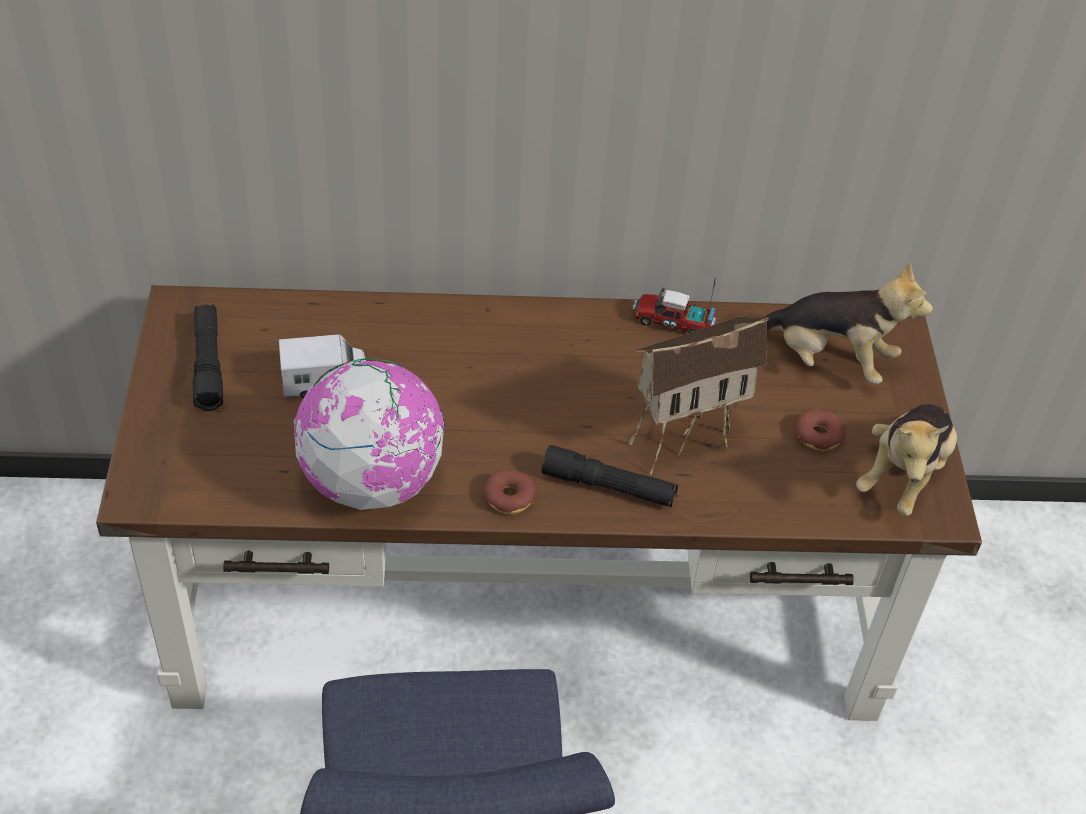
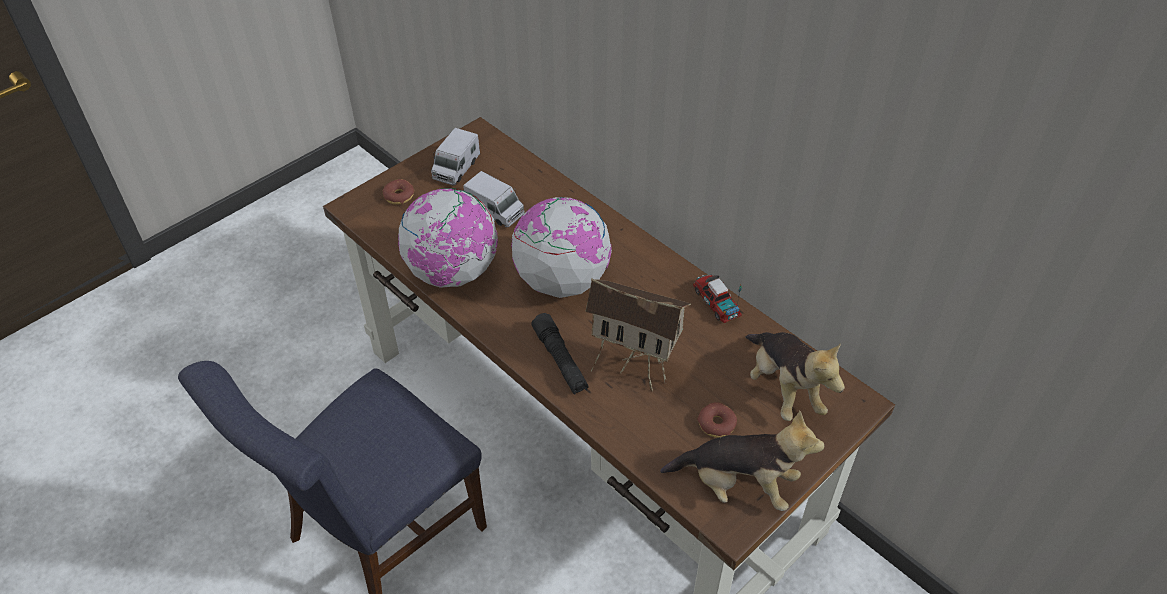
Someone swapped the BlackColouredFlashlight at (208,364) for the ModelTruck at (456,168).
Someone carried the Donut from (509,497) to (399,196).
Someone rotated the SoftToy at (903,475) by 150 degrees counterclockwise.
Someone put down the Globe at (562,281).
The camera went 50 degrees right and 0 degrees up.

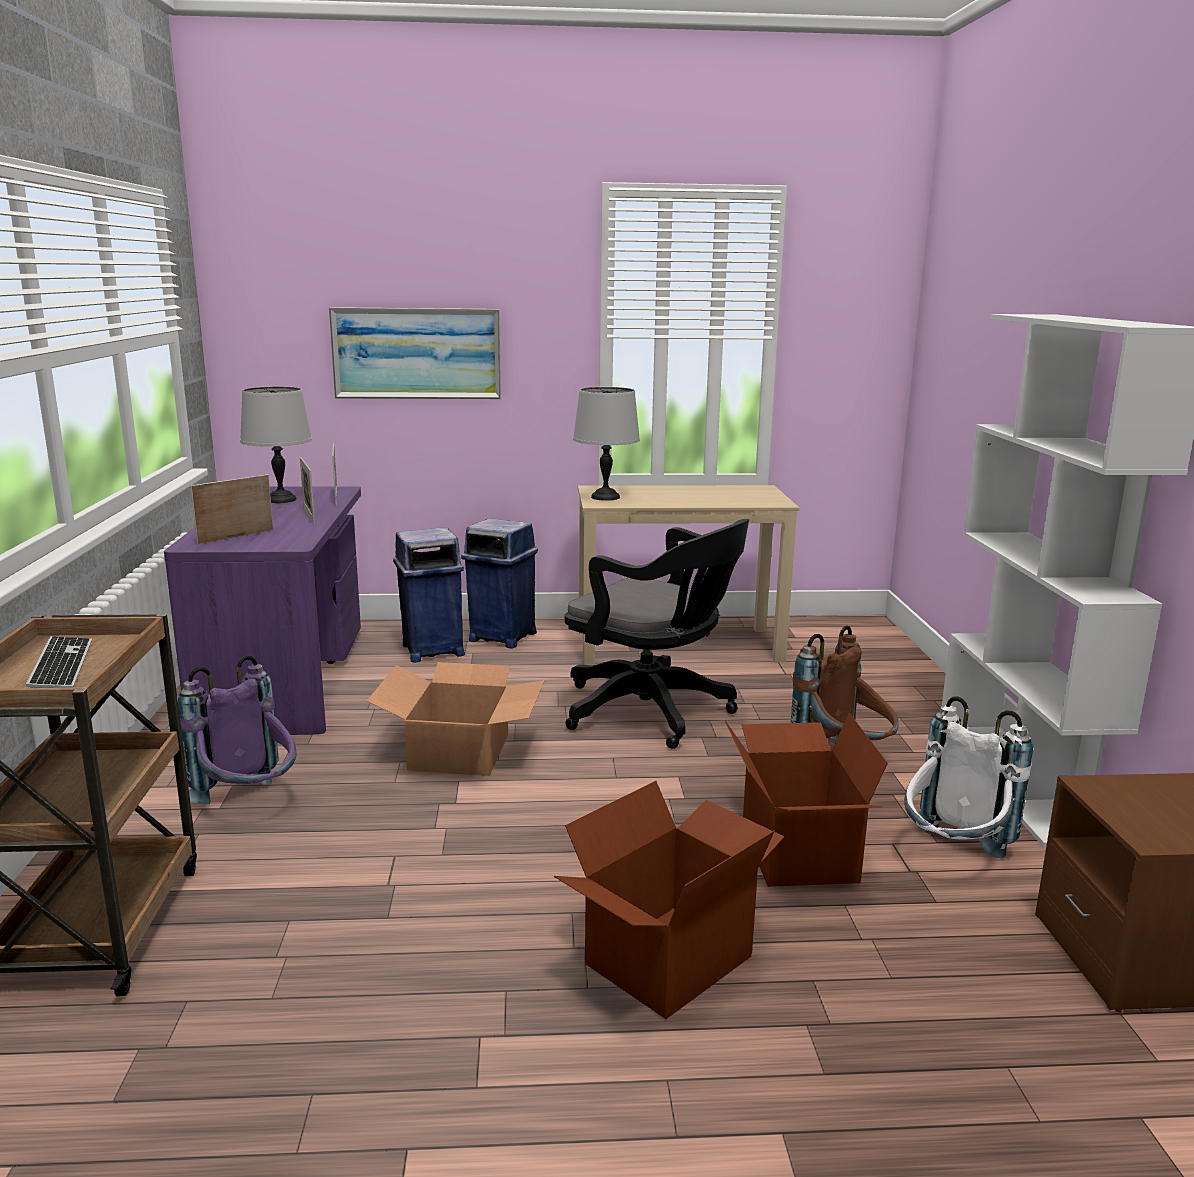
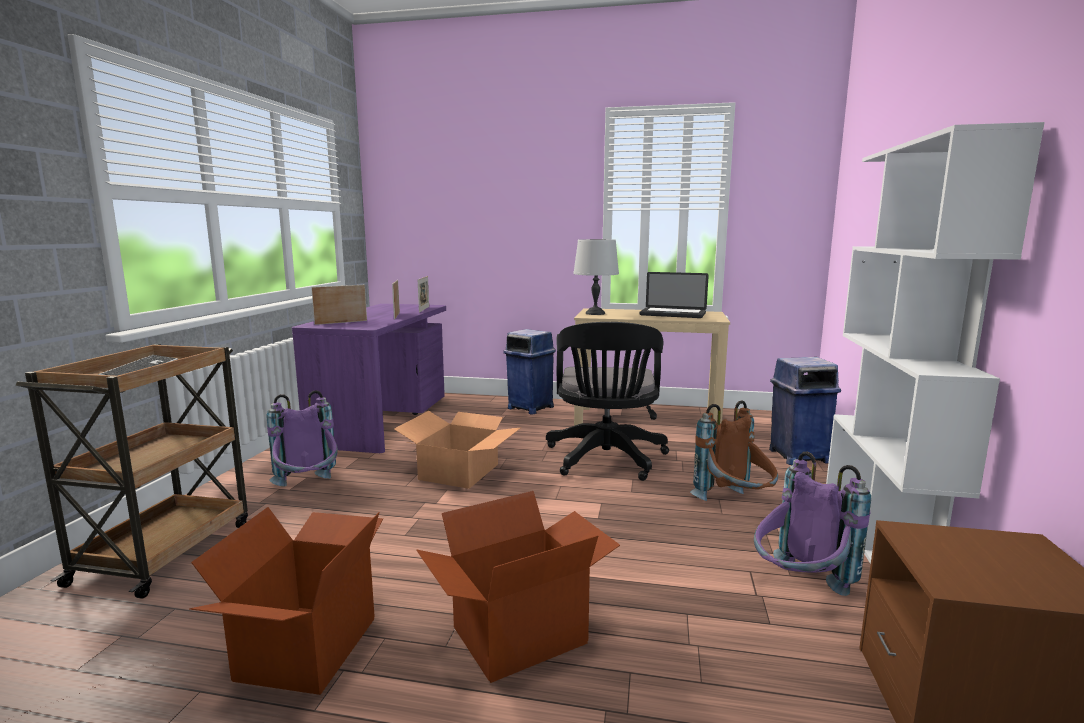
Someone took away the GrayTableLamp at (281,499).
Someone took away the WallPicture at (417,353).
Someone carried the BlueRubbishBin from (431,650) to (797,456).
Someone rotated the BlackColouredOfficeChair at (653,713) by 45 degrees clockwise.
Someone carried the PackingBox from (795,853) to (306,647).
Someone repainted the WhiteRucksack at (952,857), which became the PurpleRucksack at (798,589).
Someone put down the Laptop at (672,314).
The camera went 15 degrees right and 5 degrees down.

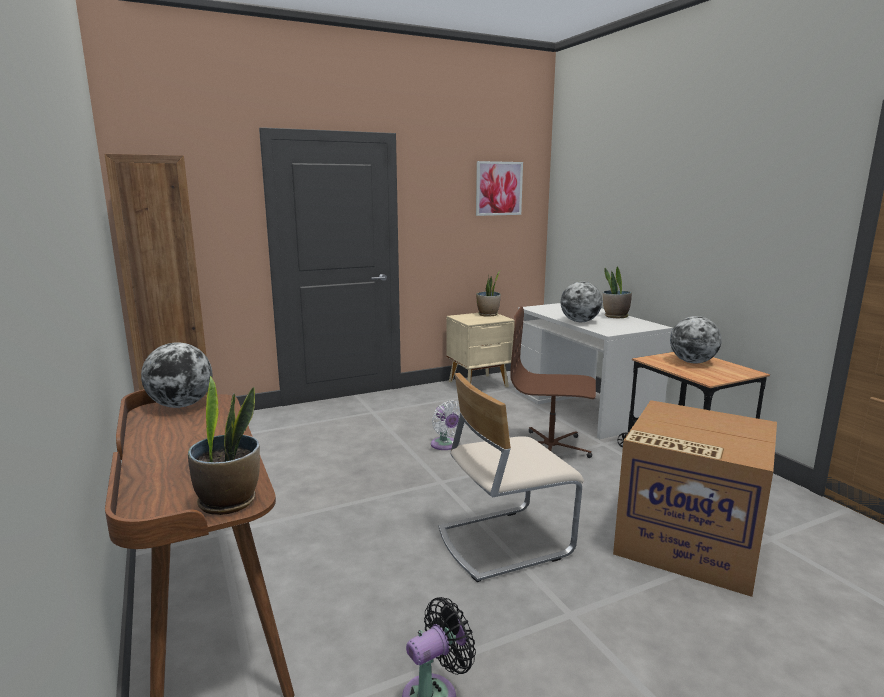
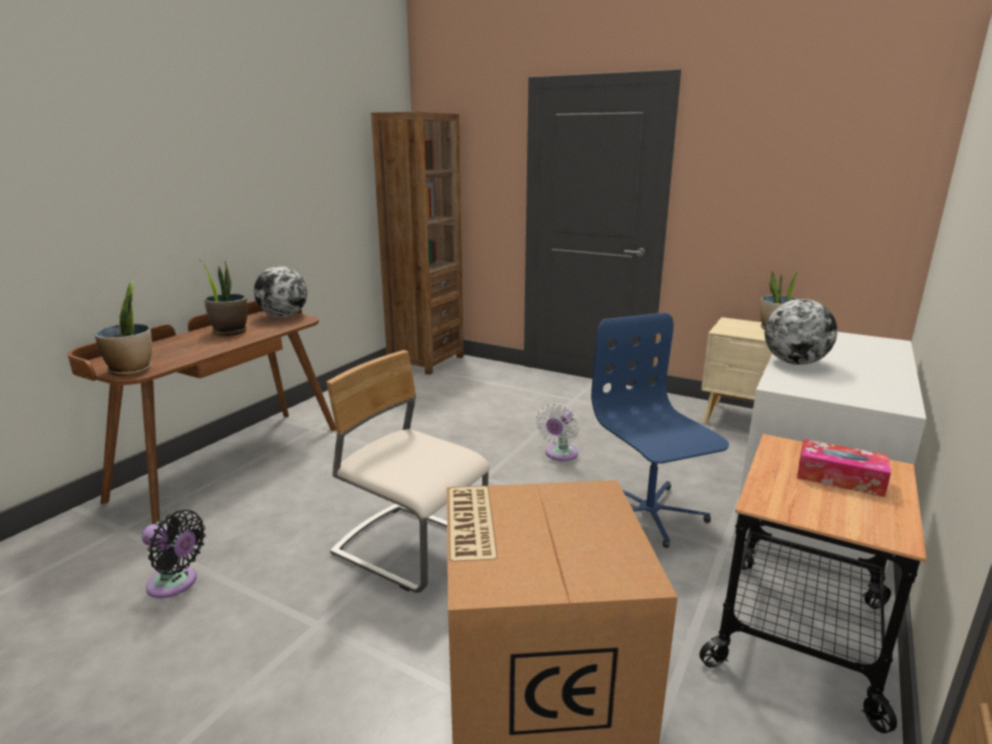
Someone took away the WallPicture at (498,188).
Someone repainted the BrownOfficeChair at (551,448), which became the BlueOfficeChair at (648,514).
Someone carried the Houseplant from (615,316) to (230,332).
Someone swapped the Globe at (692,362) for the BoxOfTissues at (839,478).
The camera went 55 degrees right and 5 degrees up.

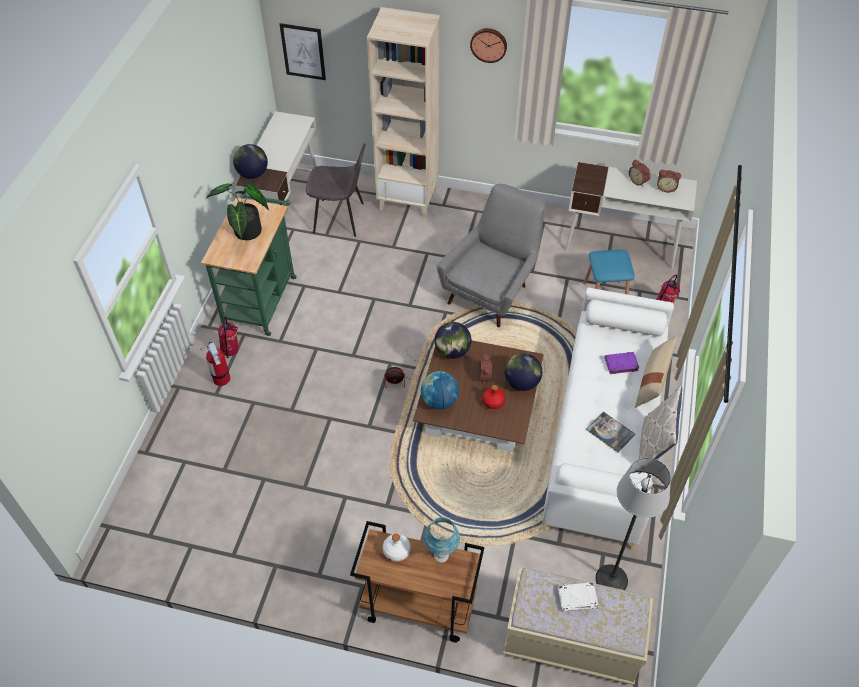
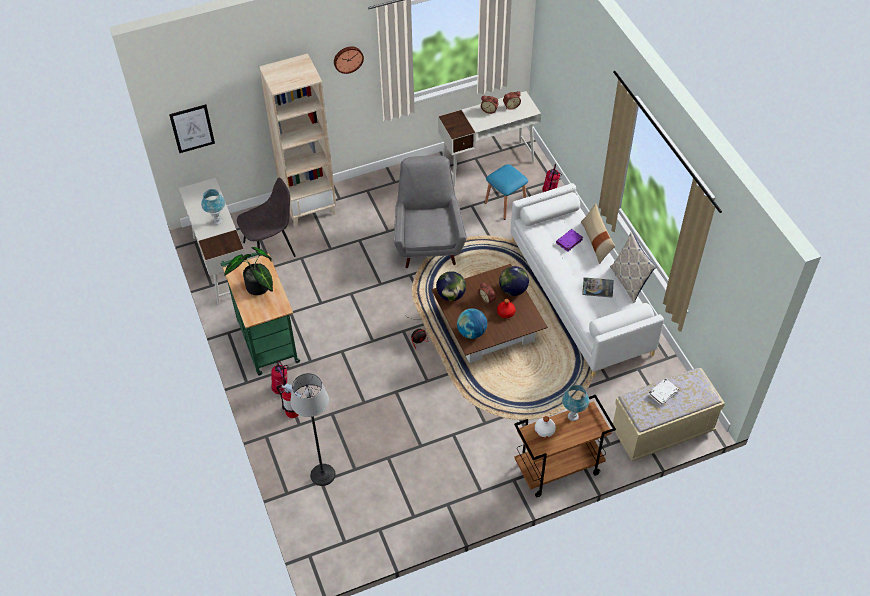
Someone took away the Globe at (252,174).
Someone carried the StandardLamp from (611,579) to (323,475).
Someone put down the BlueTableLamp at (217,221).
The camera went 35 degrees left and 0 degrees up.

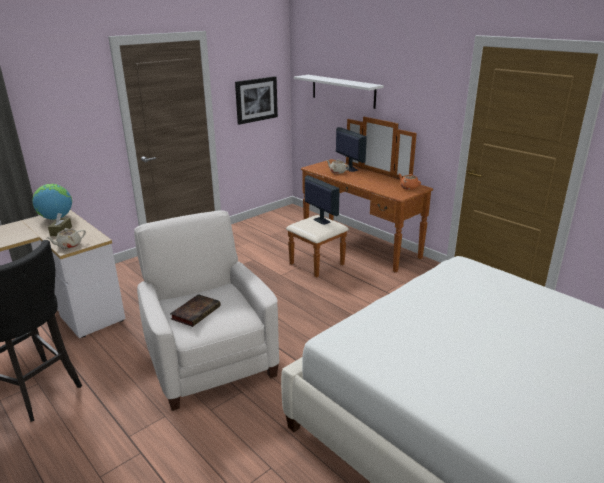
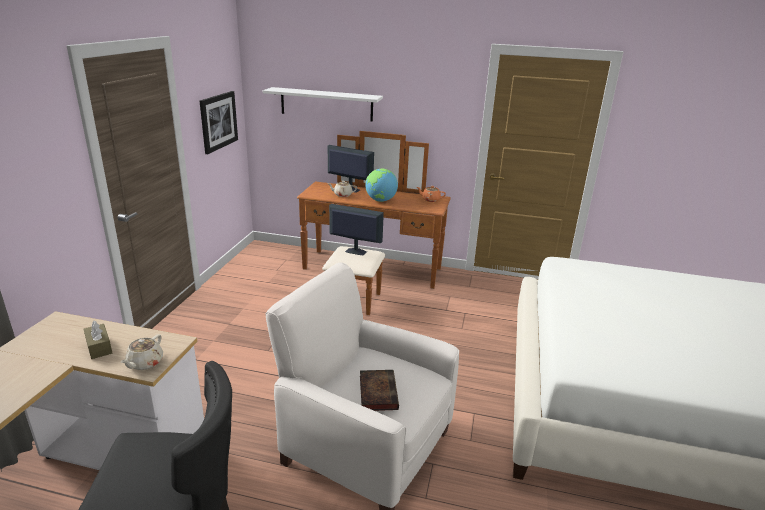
Someone carried the Globe from (56,218) to (380,200).
The camera went 35 degrees left and 0 degrees up.

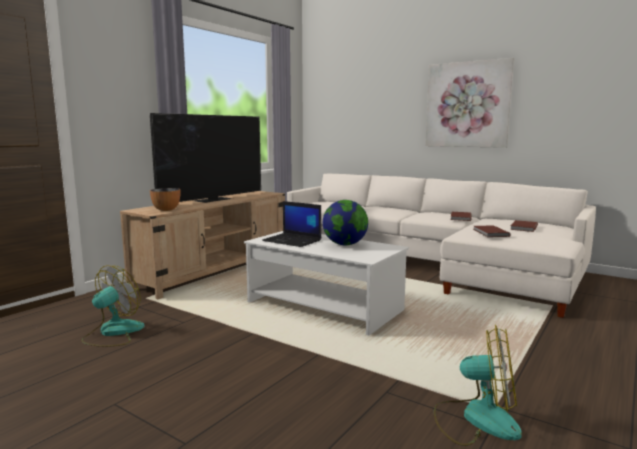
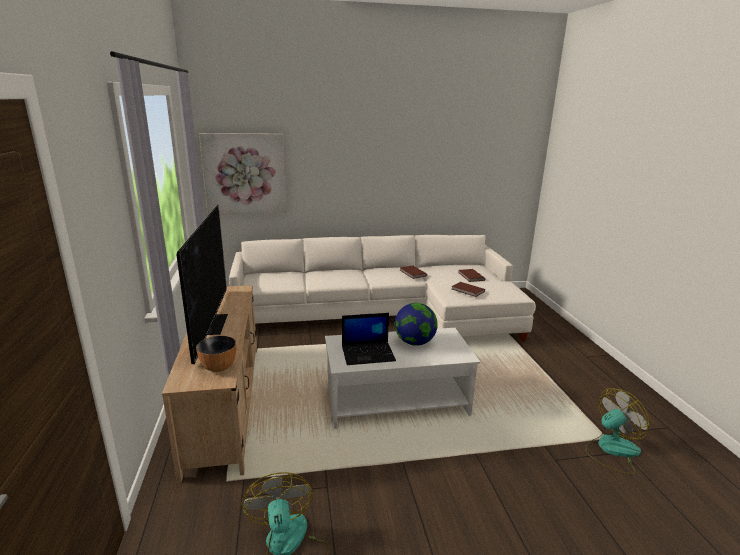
Someone carried the WallPicture from (467,105) to (245,174).
The camera went 45 degrees left and 10 degrees up.

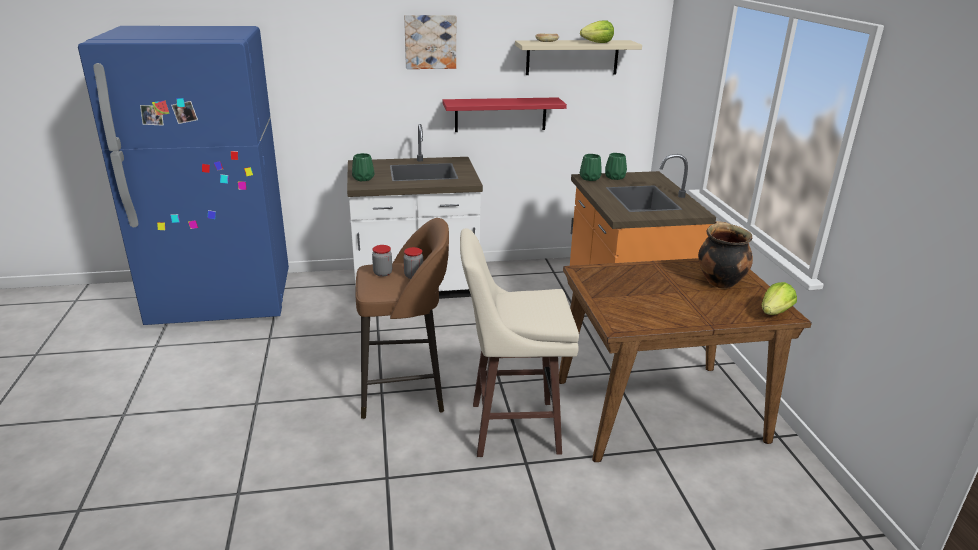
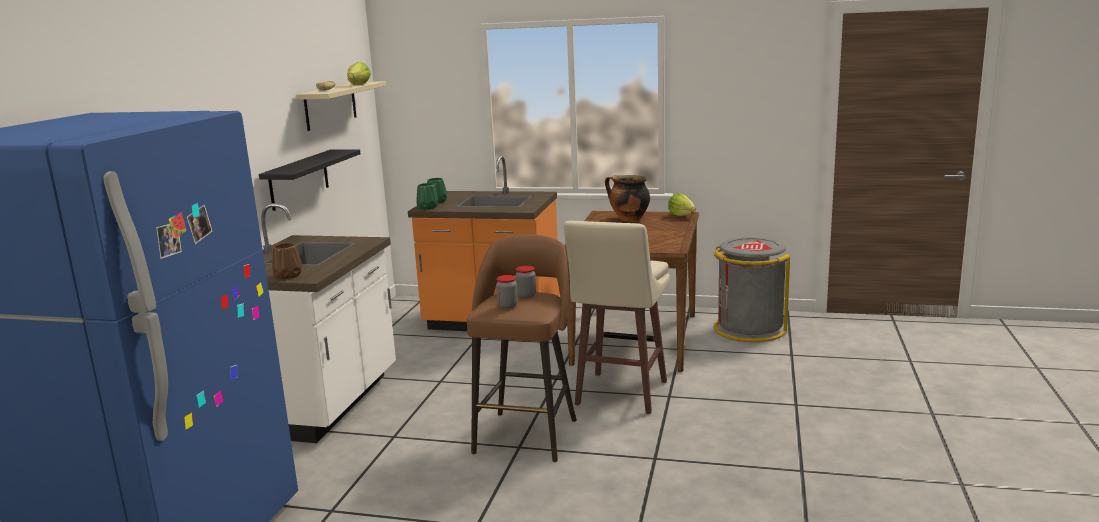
Someone repainted the GreenDecorativeVase at (363,178), which became the BrownDecorativeVase at (289,275).
Someone took away the WallPicture at (430,41).
Someone repainted the ReddishWallShelf at (500,114), which became the BlackColouredWallShelf at (299,179).
Someone put down the GrayRubbishBin at (748,329).
The camera went 65 degrees left and 10 degrees down.

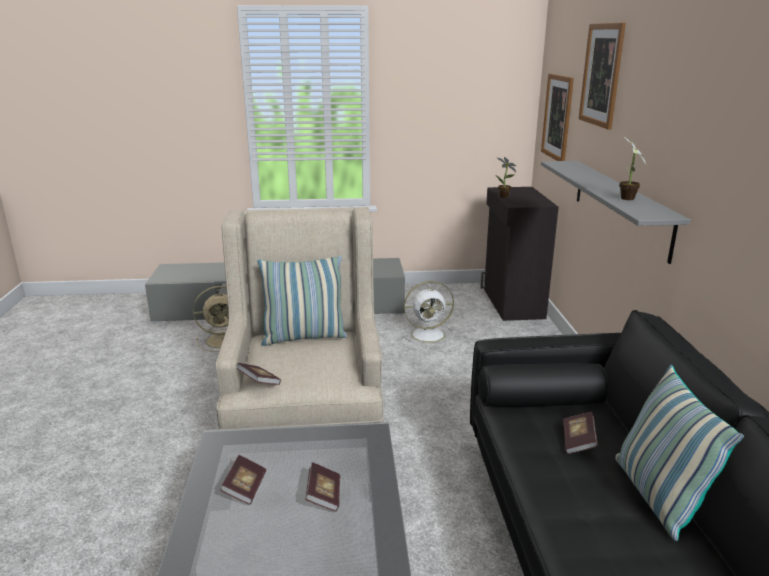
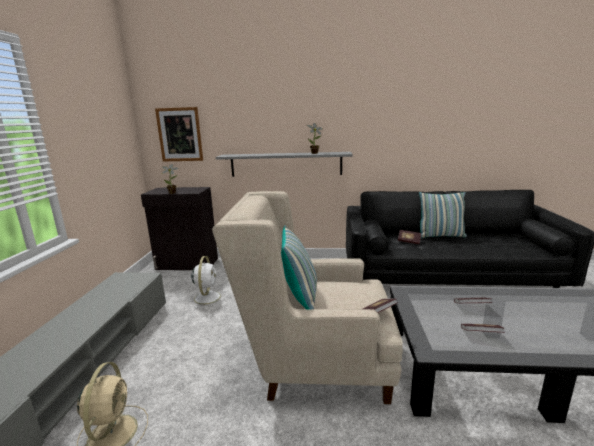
Someone took away the WallPicture at (601,75).
The camera went 80 degrees left and 5 degrees down.

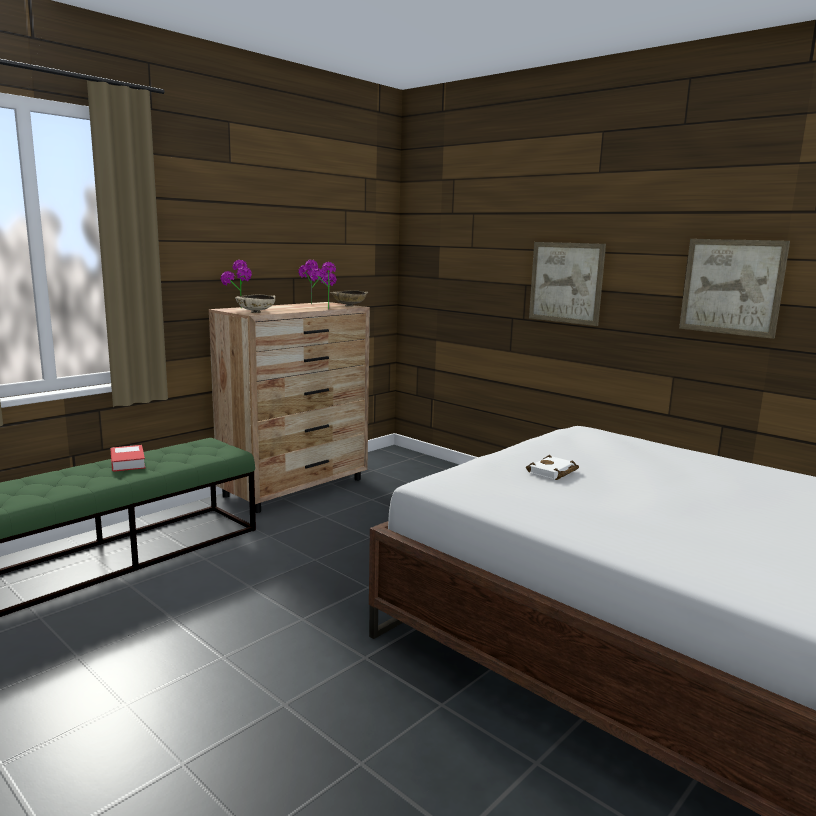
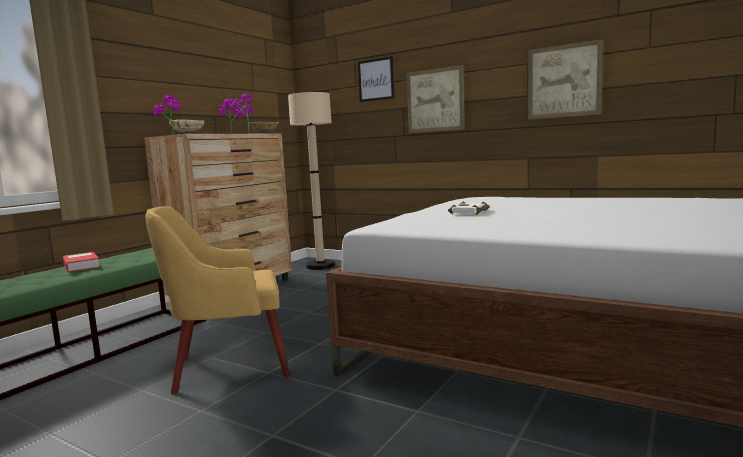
Someone put down the YellowColouredEasyChair at (228,367).
Someone put down the BeigeStandardLamp at (320,266).
Someone put up the WallPicture at (376,79).
The camera went 10 degrees left and 5 degrees down.

